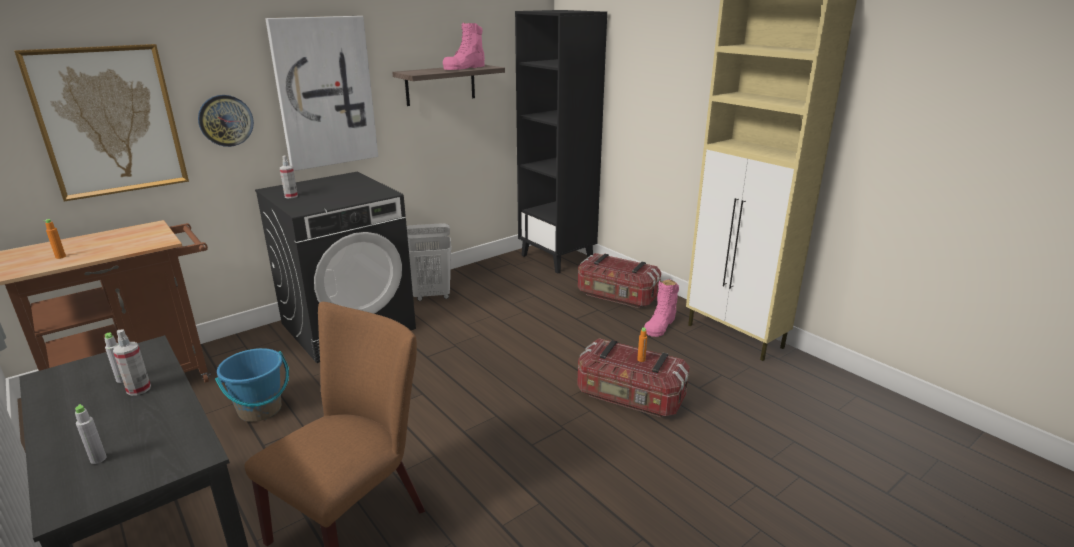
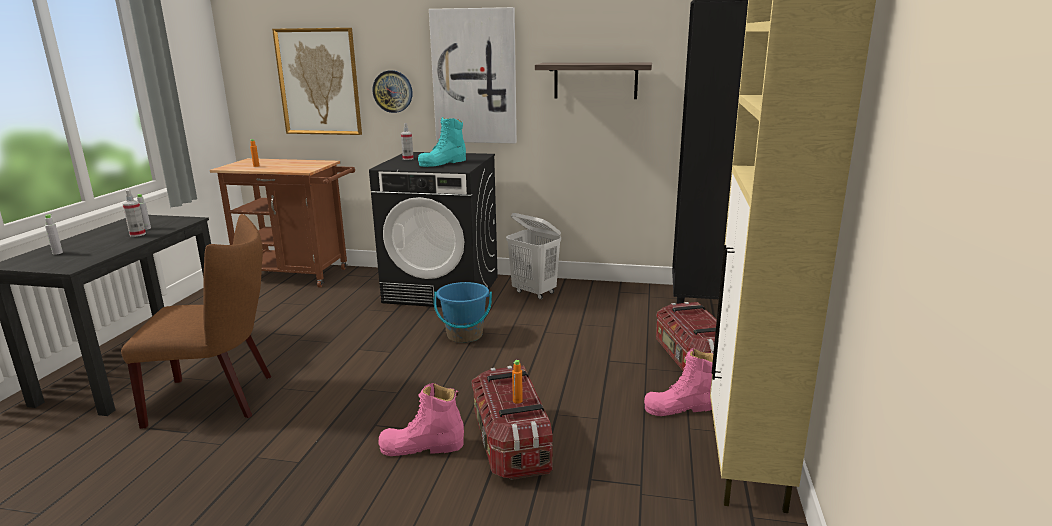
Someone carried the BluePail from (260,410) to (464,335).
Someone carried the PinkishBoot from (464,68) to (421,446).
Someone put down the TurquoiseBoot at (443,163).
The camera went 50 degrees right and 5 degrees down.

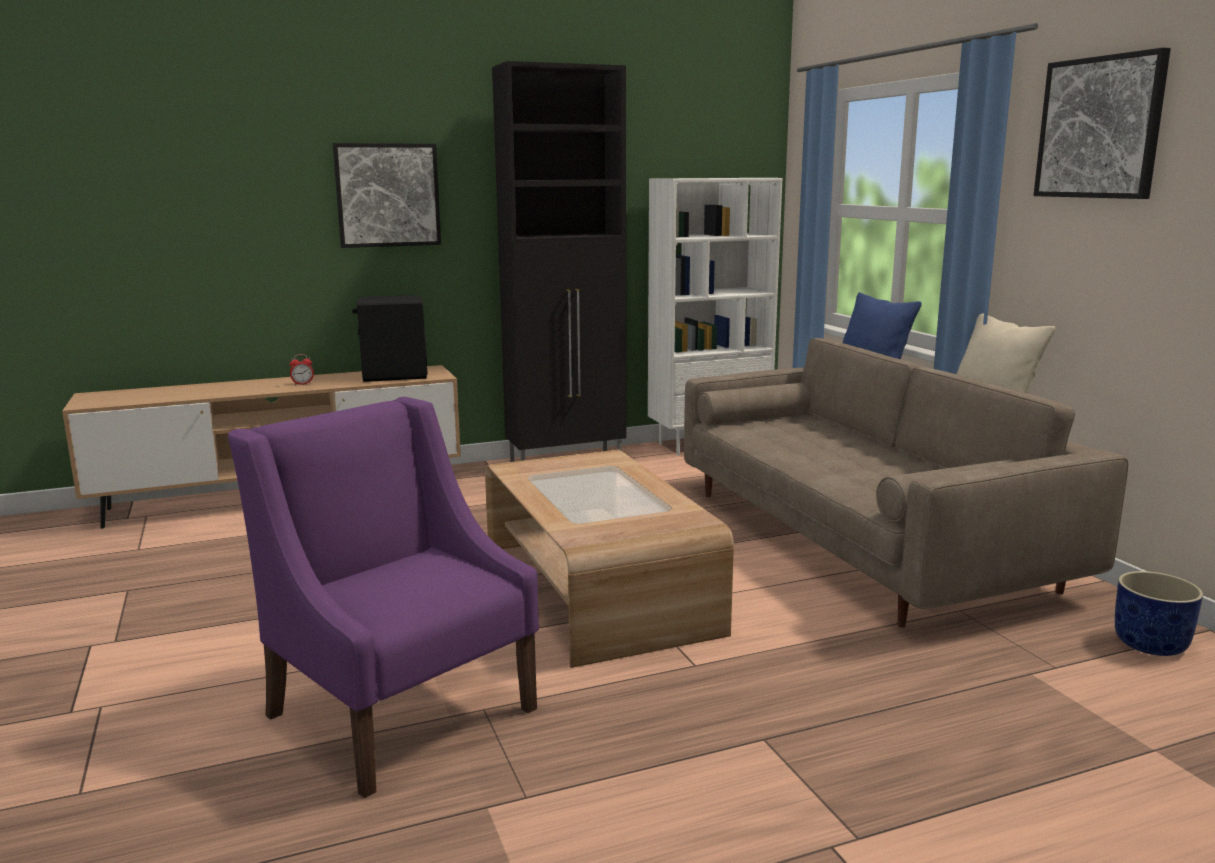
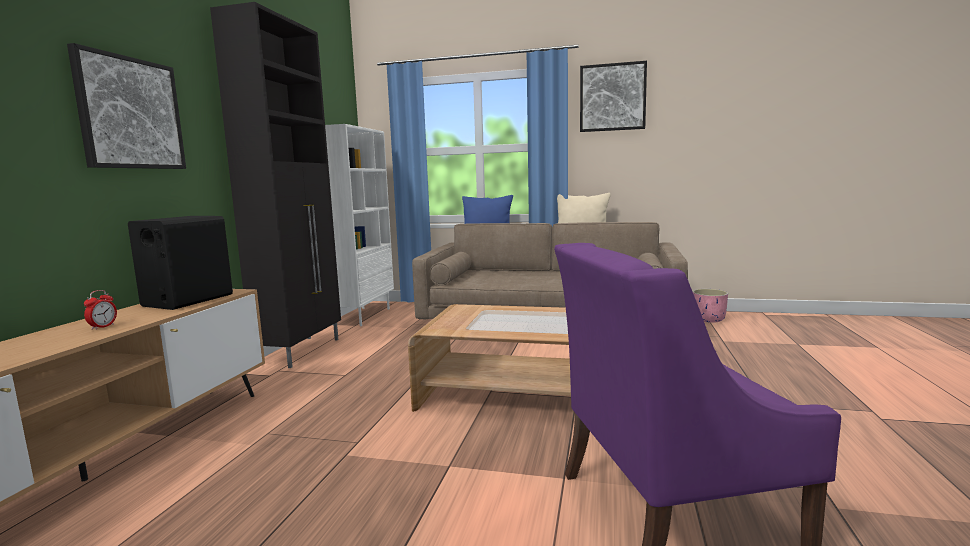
Someone repainted the BlueFlowerPot at (1151,644), which became the PinkishFlowerPot at (709,319).
The camera went 55 degrees left and 5 degrees down.

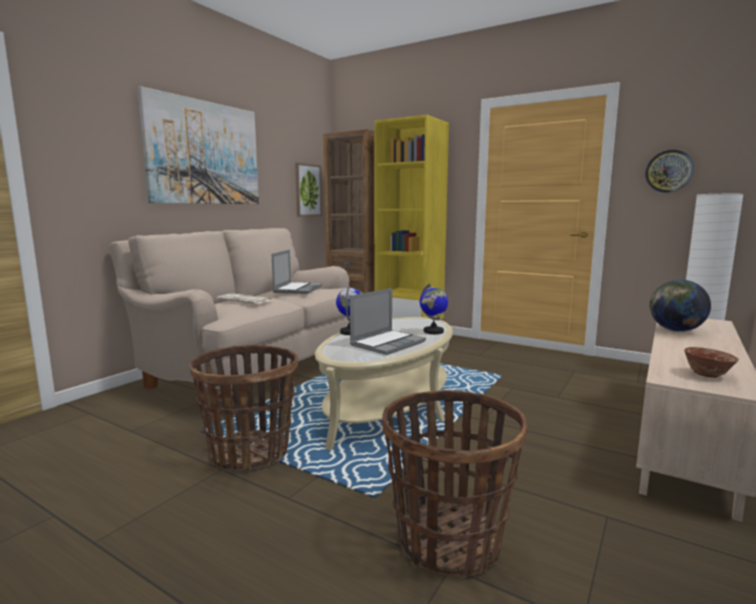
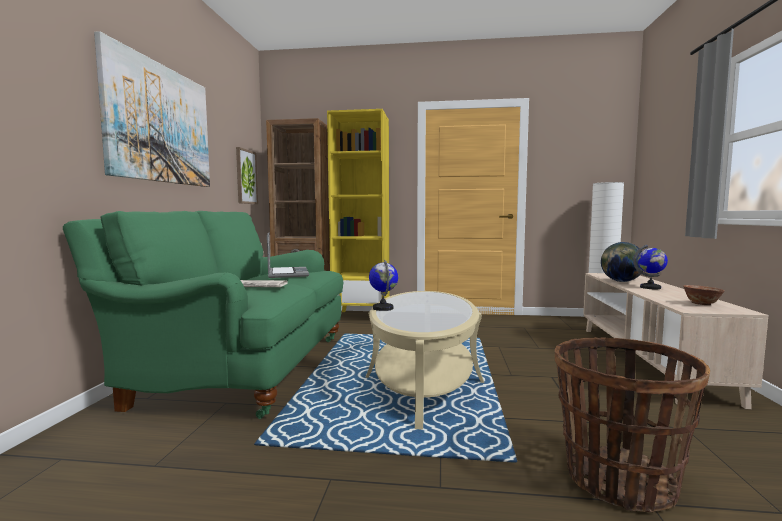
Someone repainted the BeigeSofa at (255,370), which became the GreenSofa at (242,369).
Someone took away the StorageBasket at (250,452).
Someone took away the Laptop at (388,343).
Someone carried the Globe from (433,331) to (650,287).
Someone took away the ClockOnTheWall at (669,171).
The camera went 25 degrees left and 5 degrees down.

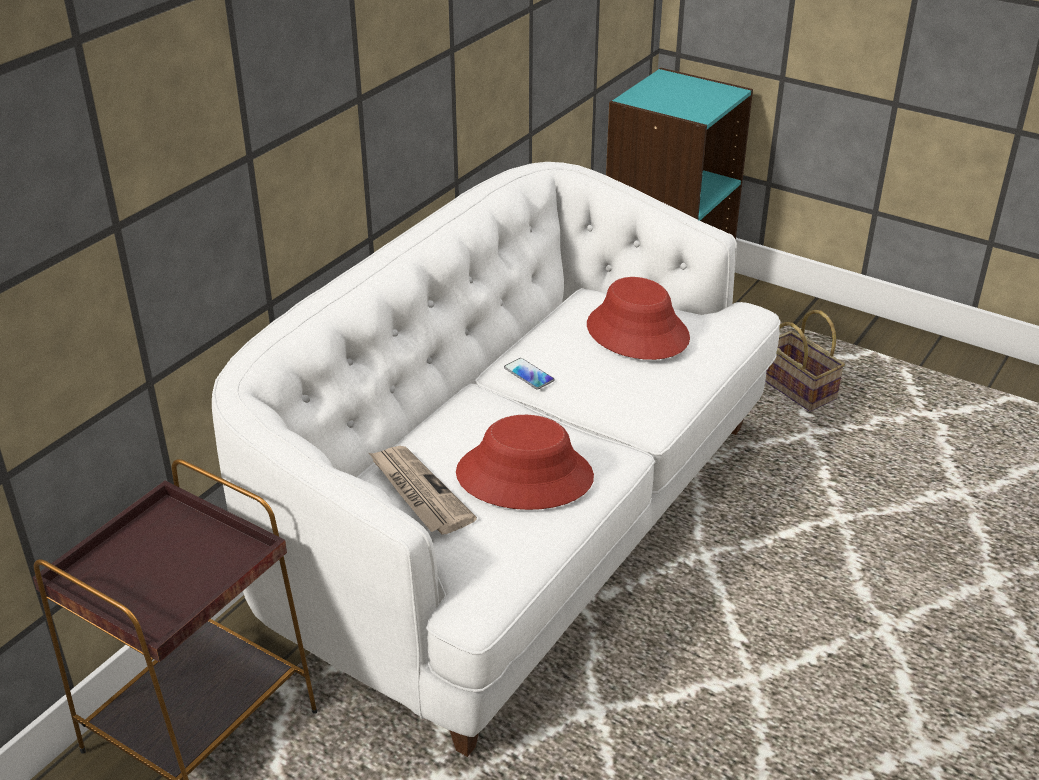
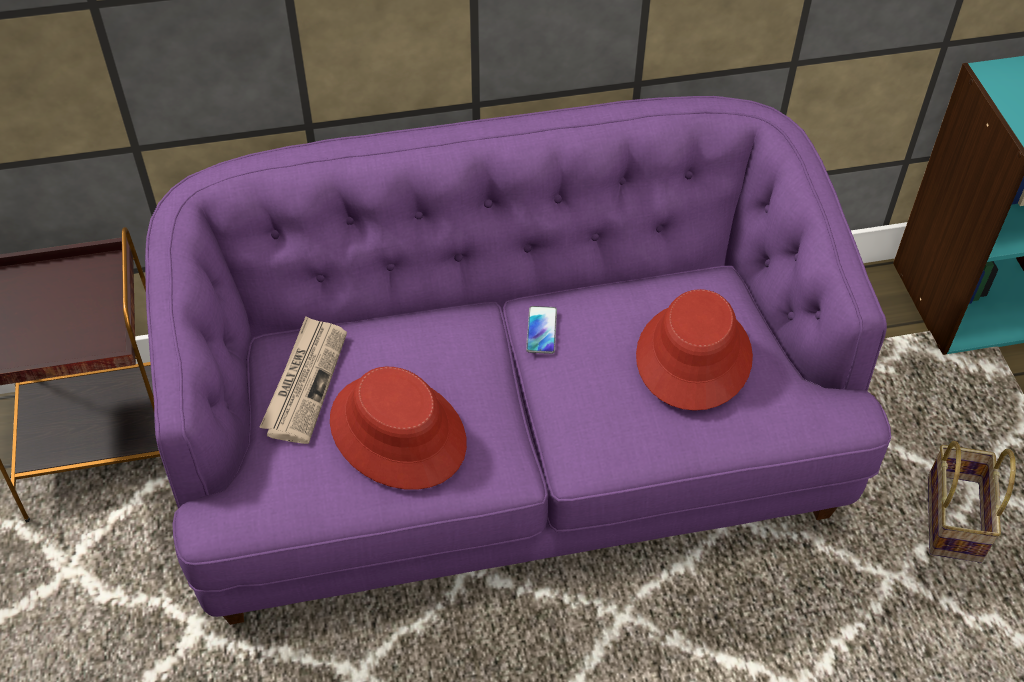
Someone repainted the WhiteSofa at (520,524), which became the PurpleSofa at (511,456).
The camera went 45 degrees right and 15 degrees up.

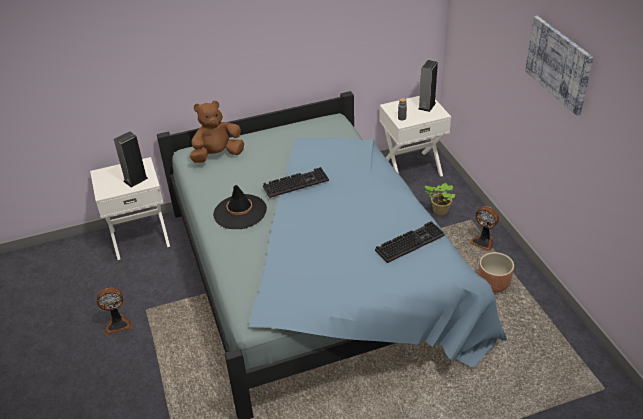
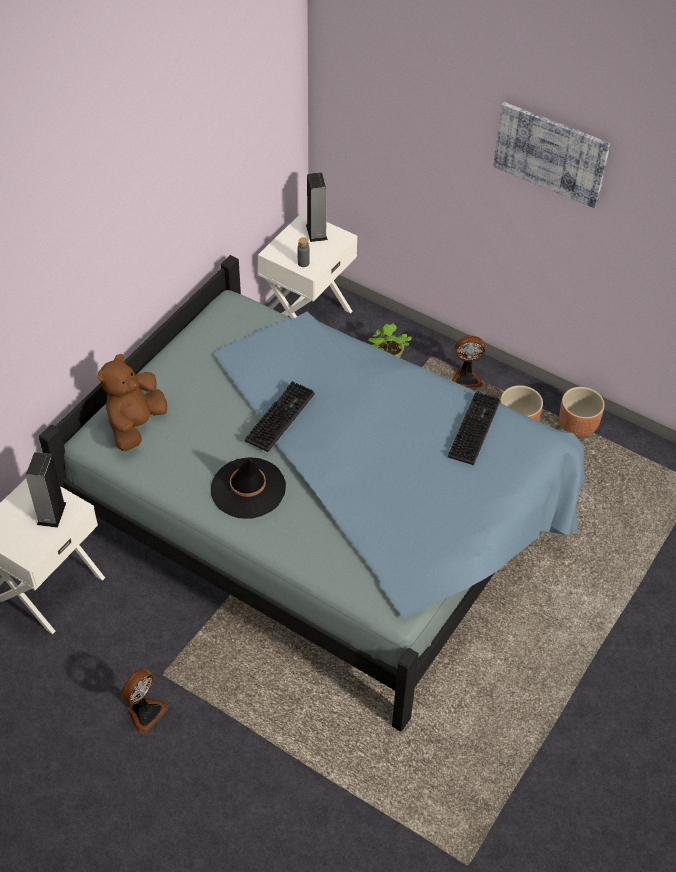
Someone put down the BrownFlowerPot at (578,426).
The camera went 40 degrees left and 10 degrees up.

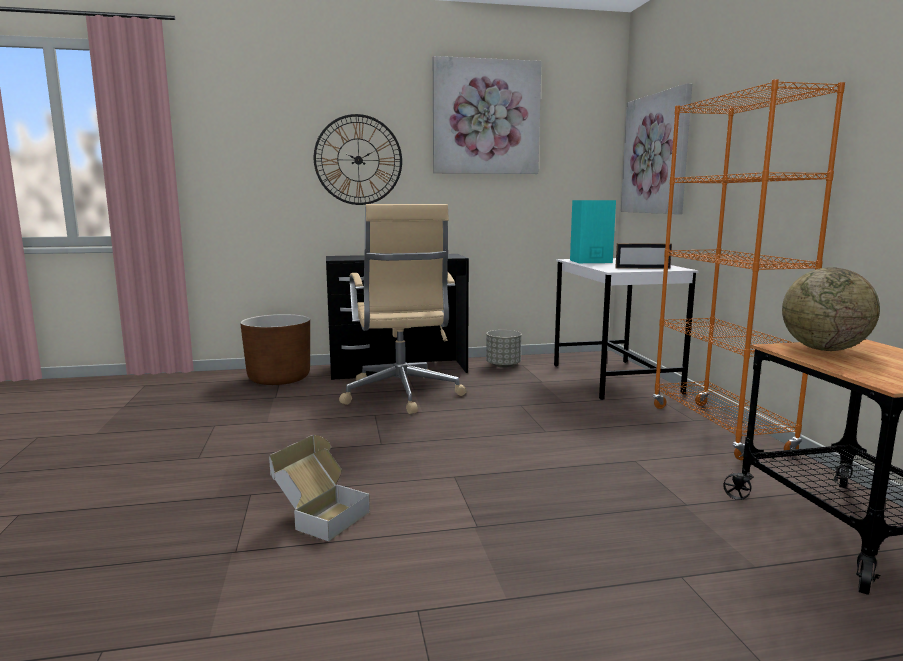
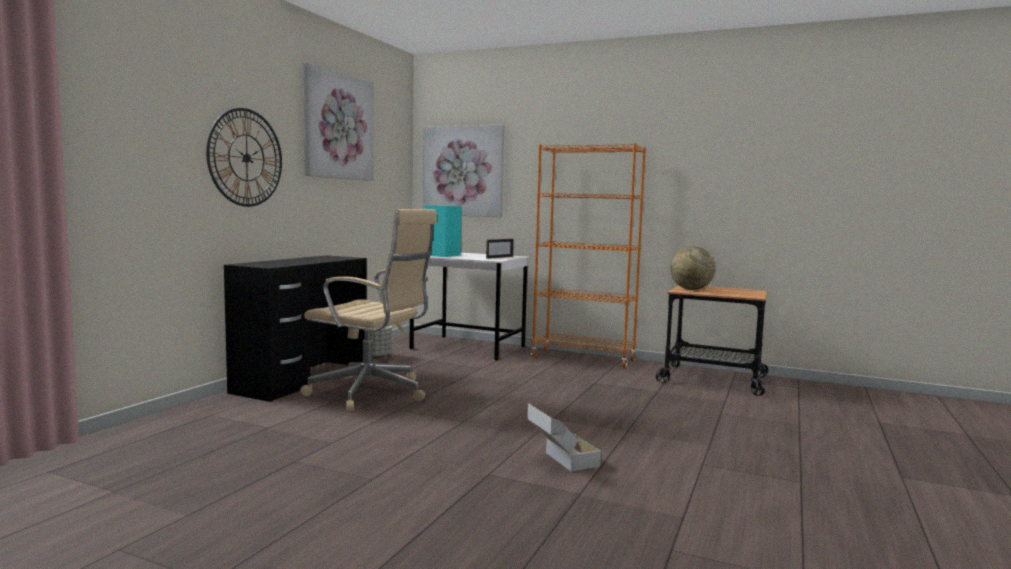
Someone took away the BrownFlowerPot at (279,378).
The camera went 55 degrees left and 5 degrees down.

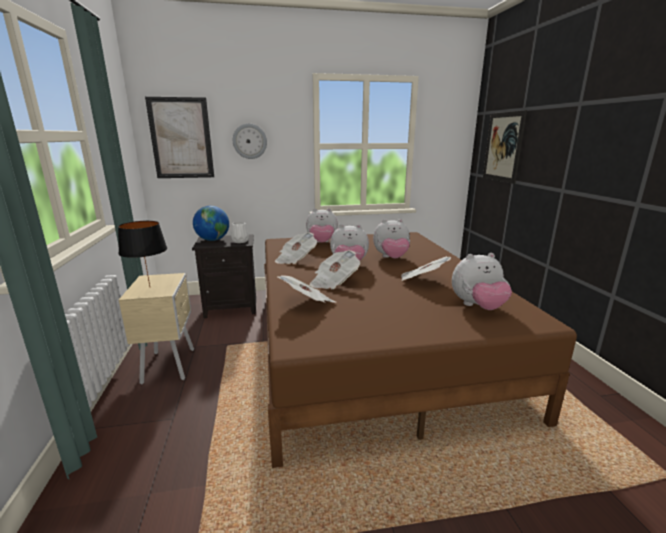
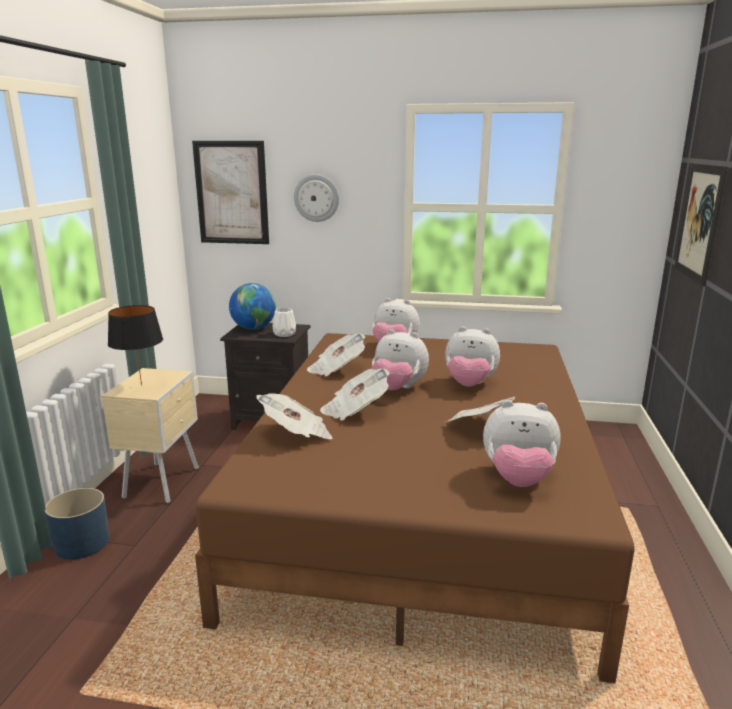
Someone put down the BlueFlowerPot at (82,543).
The camera went 20 degrees right and 0 degrees up.

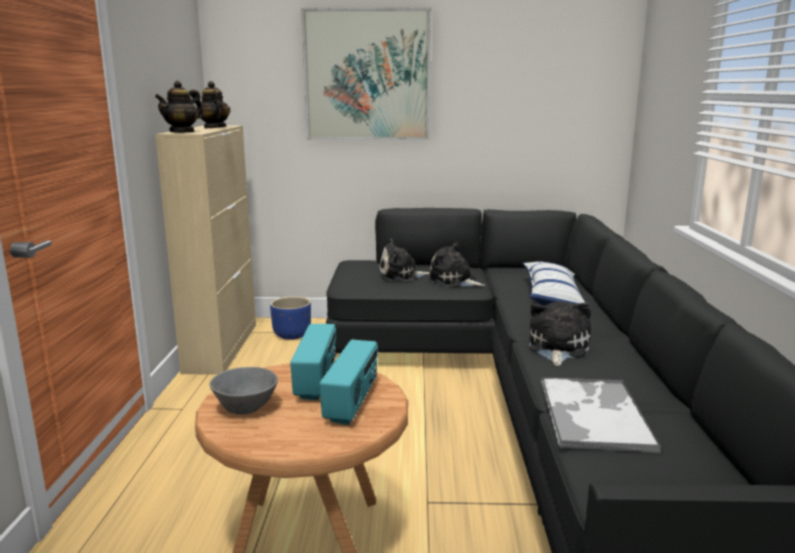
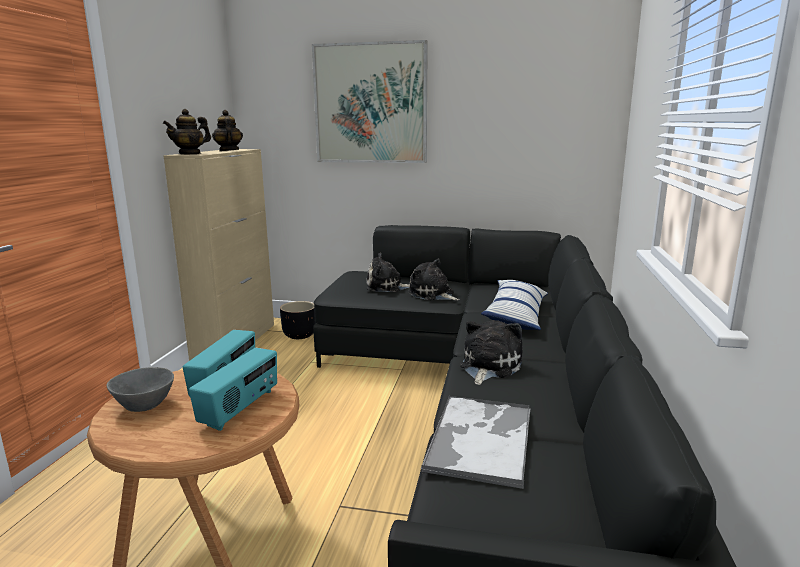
Someone repainted the BlueFlowerPot at (292,335), which became the BlackColouredFlowerPot at (300,335).
The camera went 10 degrees right and 0 degrees up.

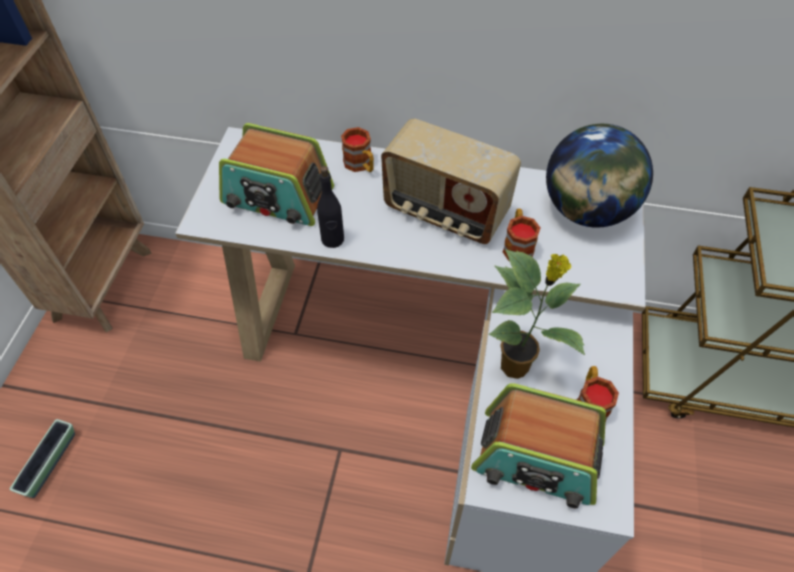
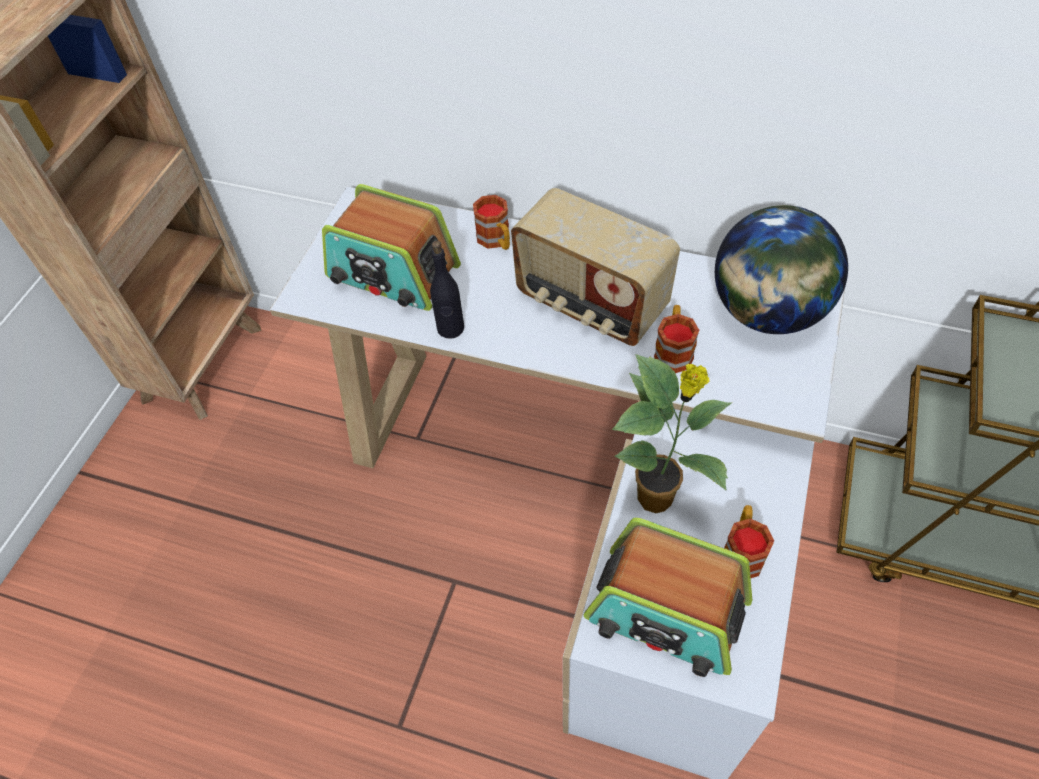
Someone took away the FlowerPot at (49,463).
The camera went 10 degrees right and 0 degrees up.

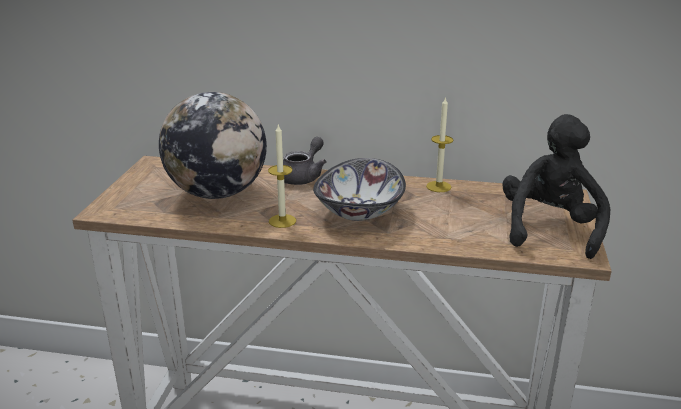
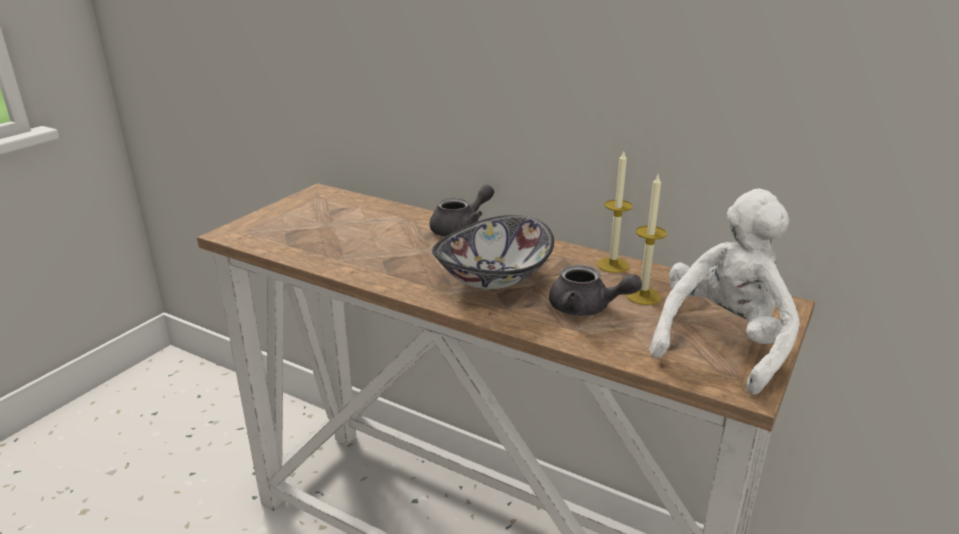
Someone took away the Globe at (217,193).
Someone carried the WaxCandle from (282,221) to (643,296).
Someone repainted the BlackColouredSoftToy at (549,229), which became the WhiteSoftToy at (722,343).
Someone put down the GrayTeaPot at (587,308).
The camera went 20 degrees right and 0 degrees up.

